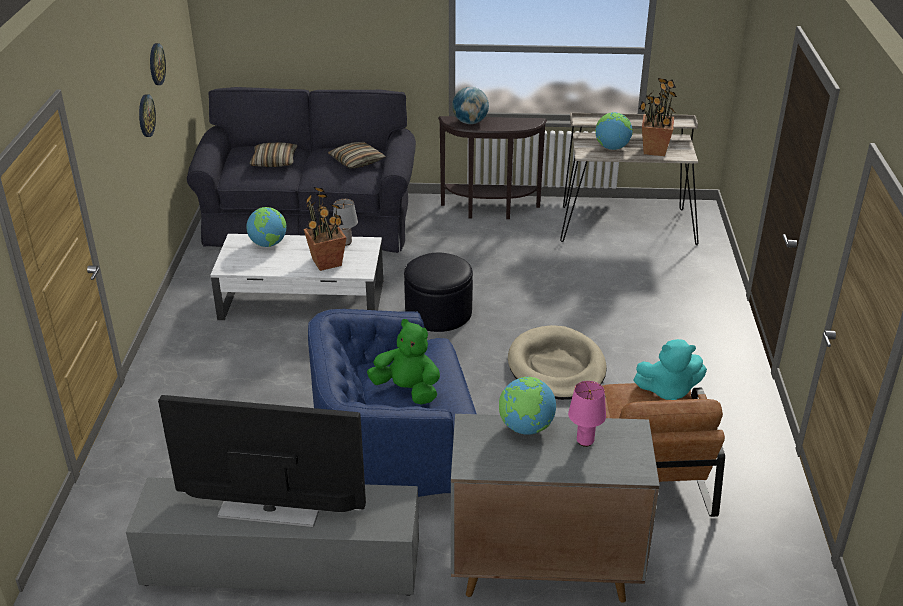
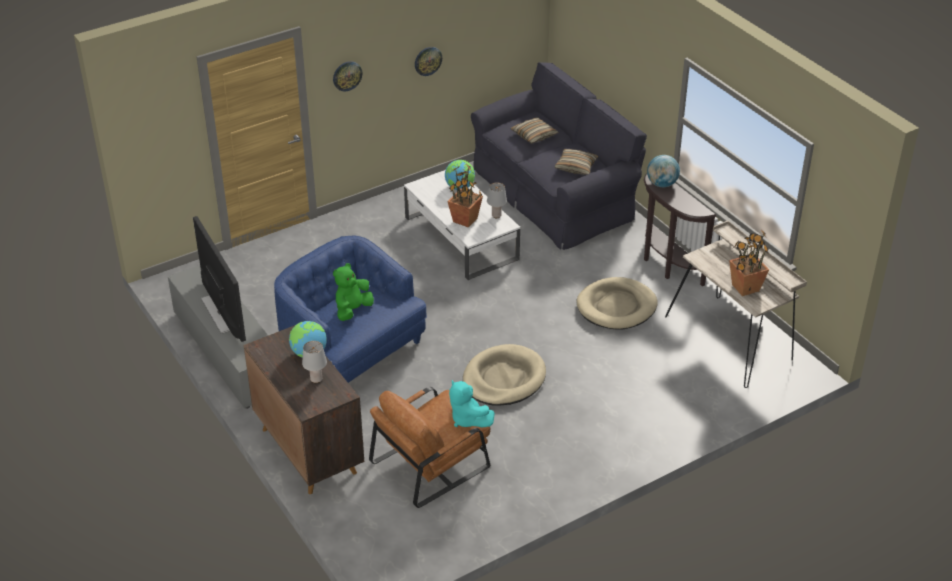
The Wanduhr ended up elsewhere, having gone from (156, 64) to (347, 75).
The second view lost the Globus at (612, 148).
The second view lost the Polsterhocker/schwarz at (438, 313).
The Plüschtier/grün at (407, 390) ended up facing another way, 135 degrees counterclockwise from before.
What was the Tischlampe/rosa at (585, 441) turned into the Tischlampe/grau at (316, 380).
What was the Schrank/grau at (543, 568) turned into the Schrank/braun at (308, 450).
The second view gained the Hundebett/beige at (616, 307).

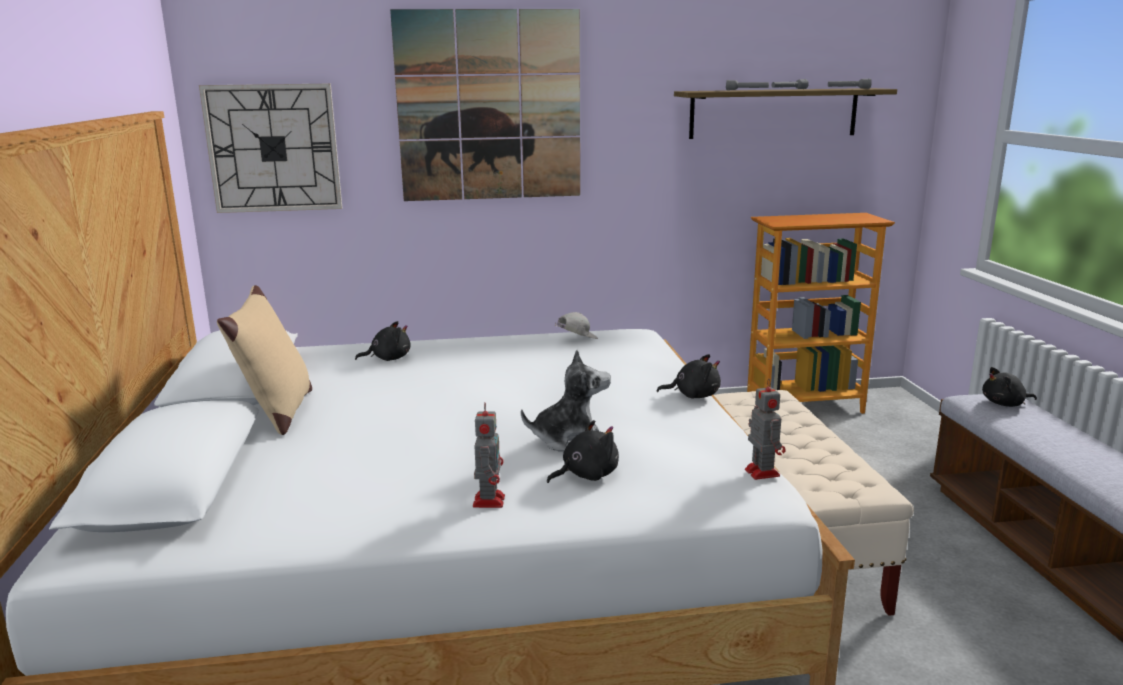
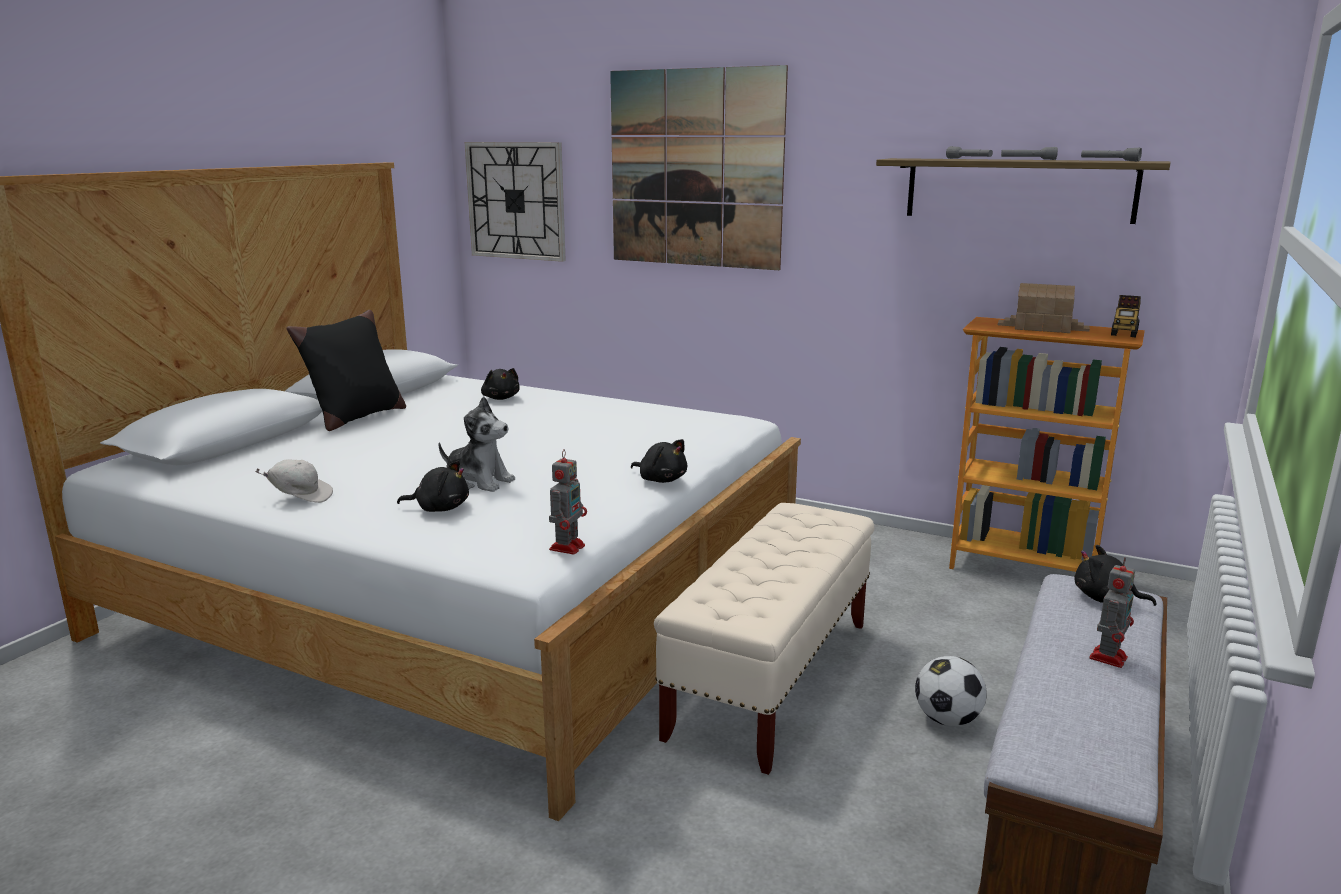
What was the Kissen/beige at (277, 414) turned into the Kissen/schwarz at (355, 418).
The Kappe/weiß ended up elsewhere, having gone from (576, 339) to (300, 497).
The Plüschtier/schwarz at (388, 359) ended up facing another way, 45 degrees clockwise from before.
The Spielzeugroboter ended up elsewhere, having gone from (489, 500) to (1108, 657).
The second view gained the Spielzeughaus at (1042, 327).
The second view gained the Spielzeuglaster at (1124, 333).
The second view gained the Fußball at (947, 720).

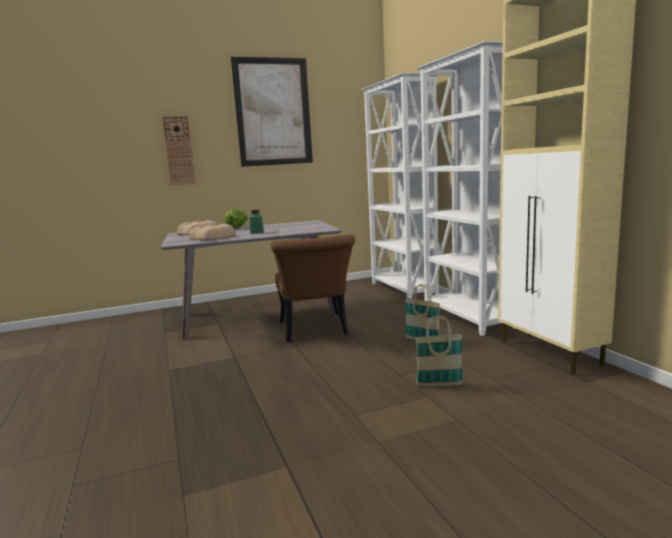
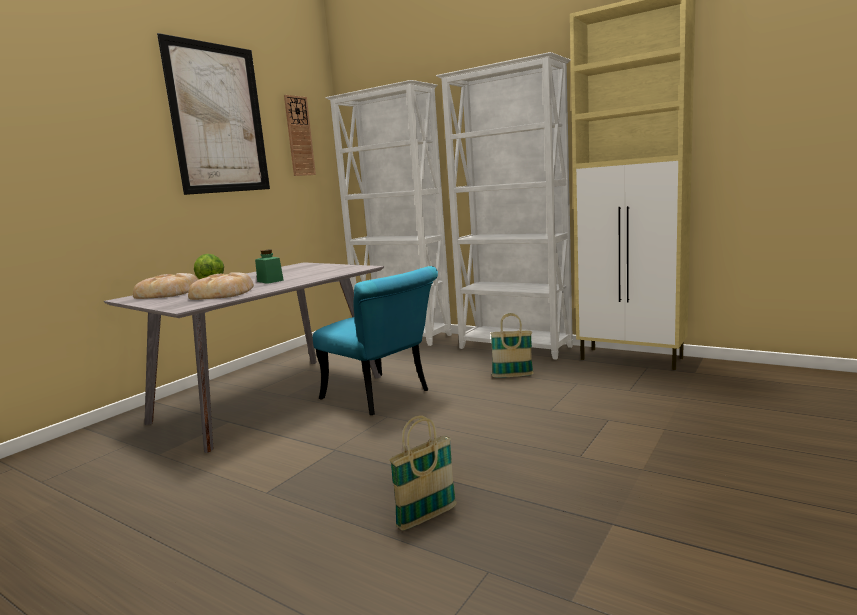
The Wanduhr ended up elsewhere, having gone from (179, 150) to (299, 136).
What was the Stuhl/braun at (315, 331) turned into the Stuhl/türkis at (383, 396).
The Korb ended up elsewhere, having gone from (439, 384) to (427, 517).

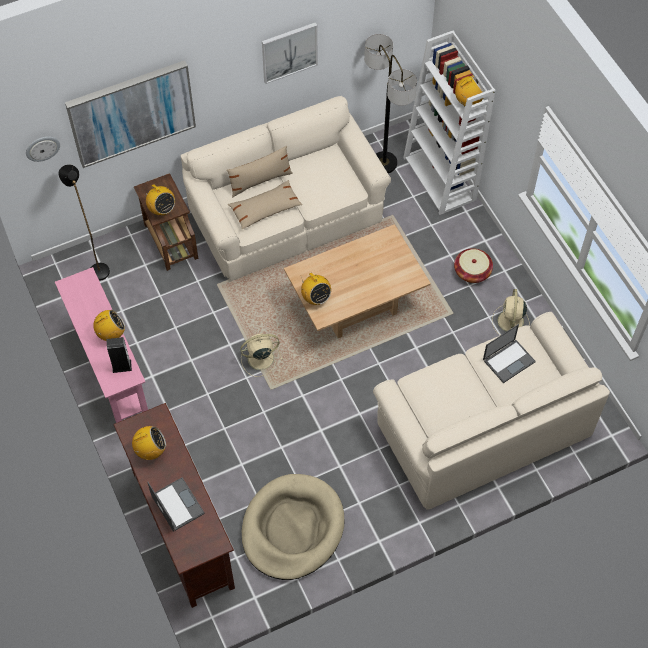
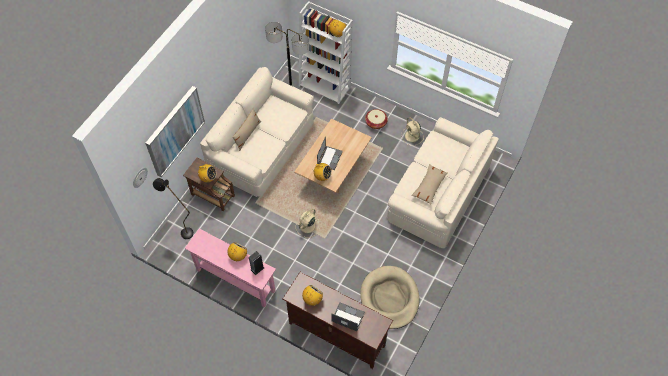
The second view lost the Bild at (289, 52).
The Kissen/beige ended up elsewhere, having gone from (265, 209) to (429, 186).
The Laptop ended up elsewhere, having gone from (509, 360) to (329, 157).

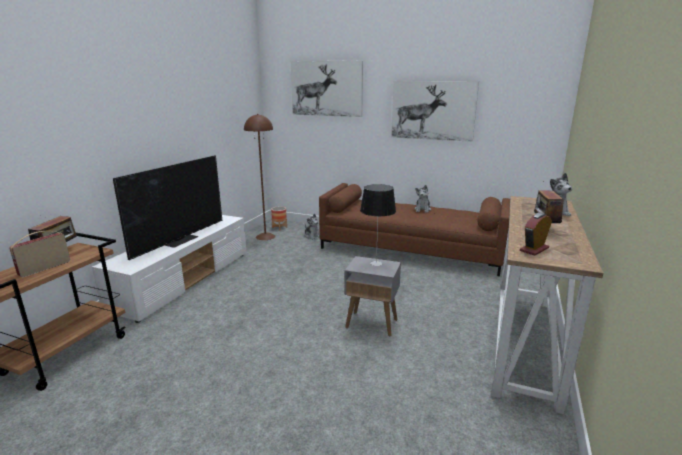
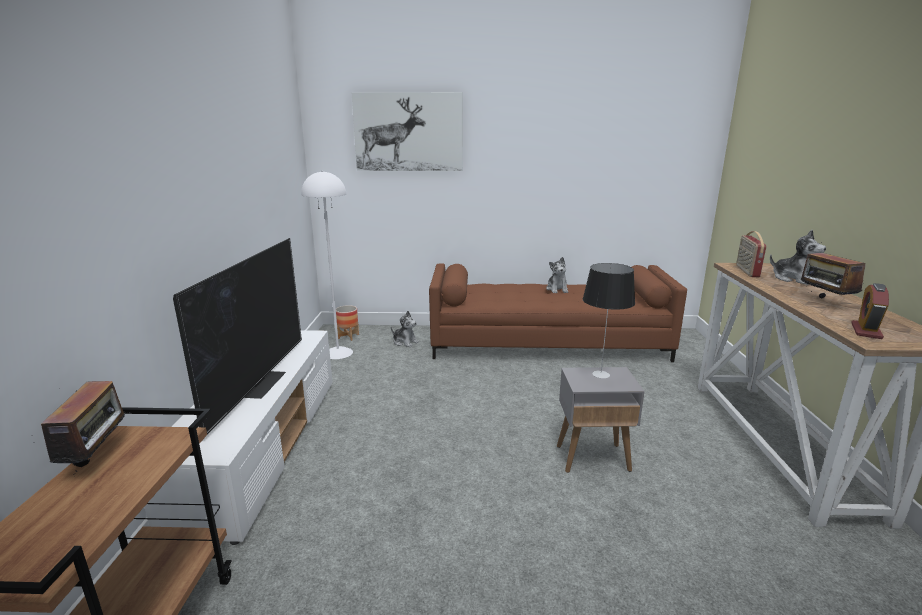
The second view lost the Bild at (433, 110).
What was the Stehlampe/braun at (265, 236) turned into the Stehlampe/weiß at (338, 353).
The Radio ended up elsewhere, having gone from (44, 268) to (746, 271).

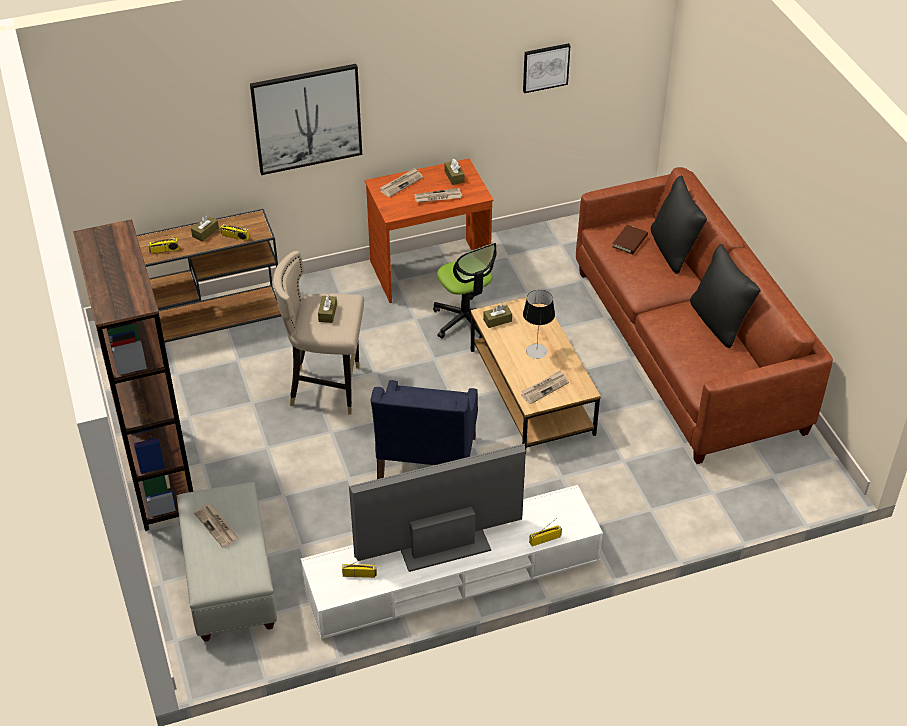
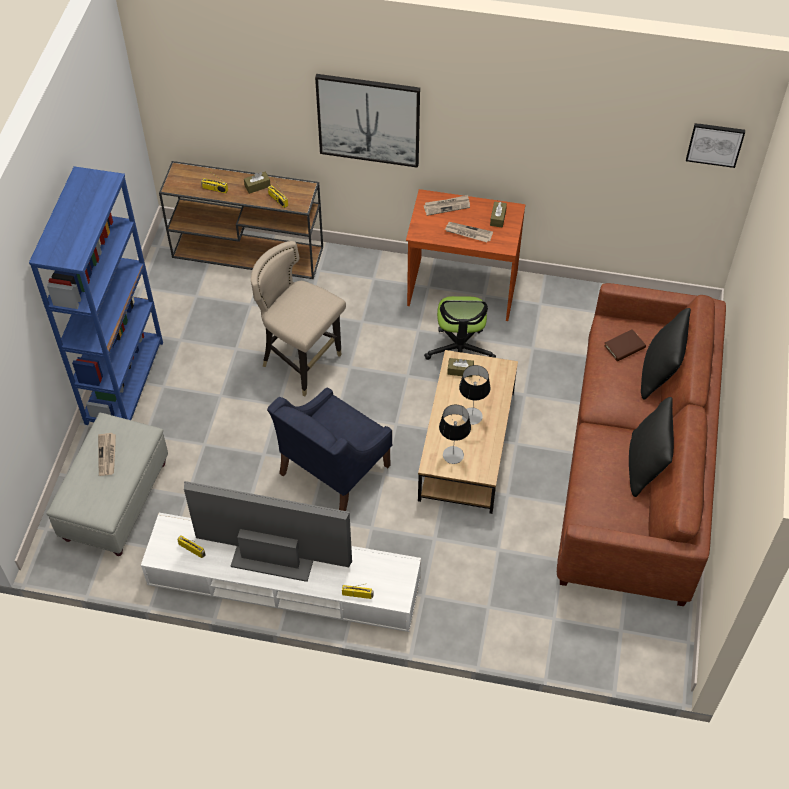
The Bild ended up elsewhere, having gone from (545, 67) to (715, 144).
What was the Bücherregal/braun at (159, 476) turned into the Bücherregal/blau at (124, 382).
The second view lost the Taschentuchbox/braun at (327, 313).
Where the Zeitung stood at (544, 388), the Tischlampe came to stand at (453, 455).

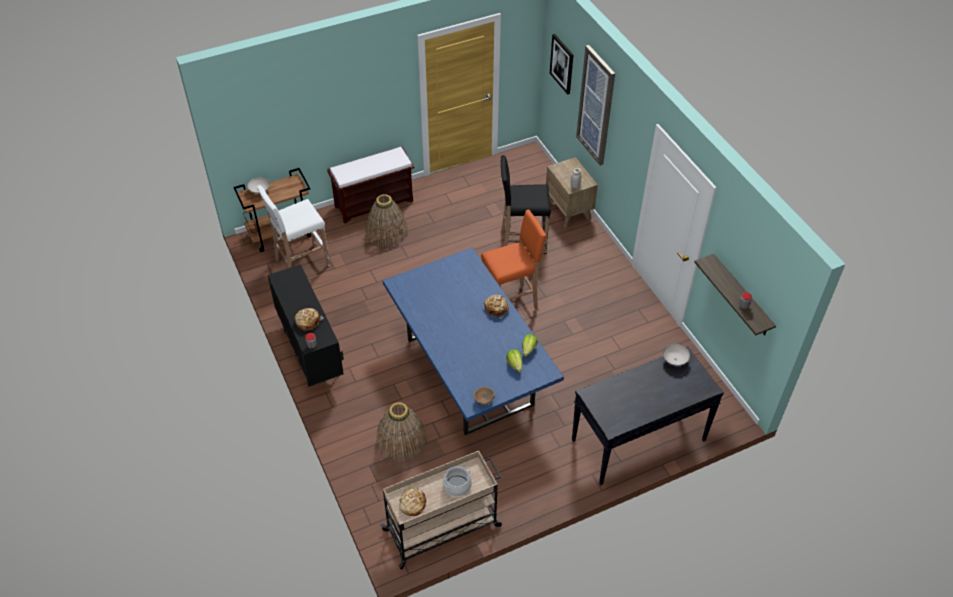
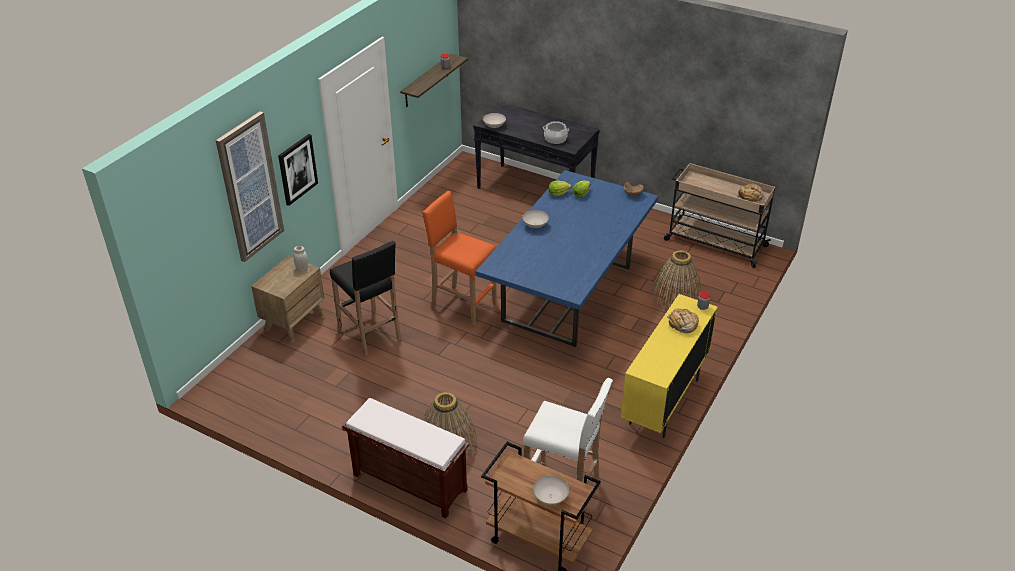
The Bild ended up elsewhere, having gone from (562, 63) to (297, 169).
What was the Schrank/schwarz at (310, 354) turned into the Schrank/gelb at (664, 402).
Where the Brot stood at (496, 308), the Schüssel/weiß came to stand at (534, 225).
The Kochtopf ended up elsewhere, having gone from (457, 486) to (555, 139).

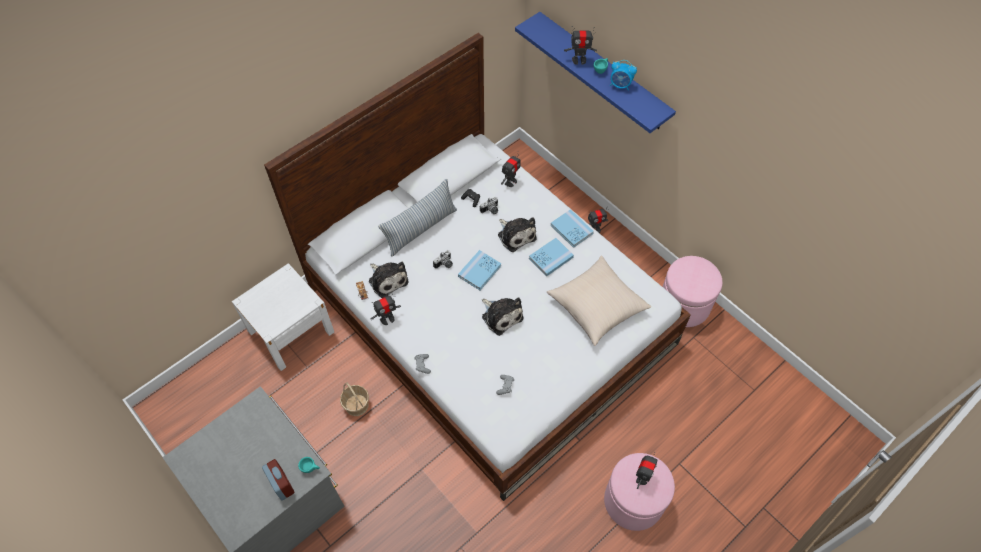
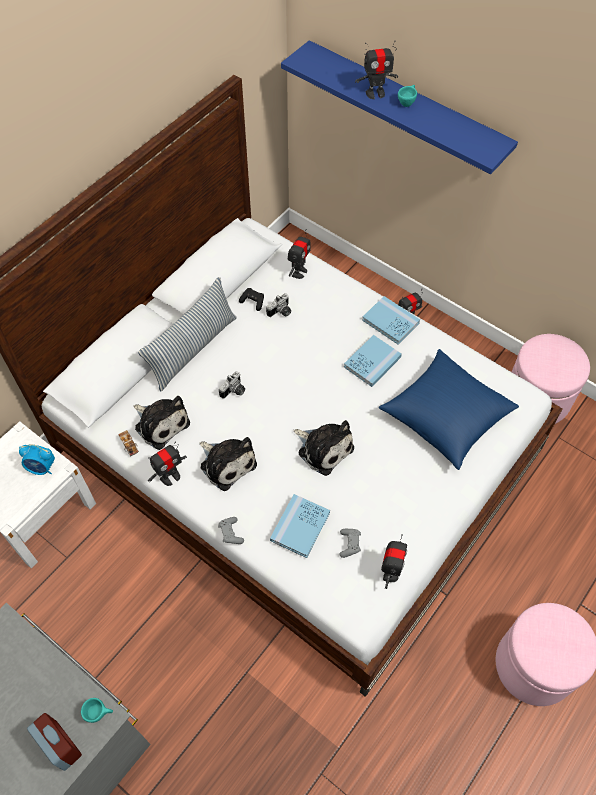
The Wecker ended up elsewhere, having gone from (620, 85) to (42, 468).
The Plüschtier ended up elsewhere, having gone from (516, 235) to (226, 463).
The Buch/blau ended up elsewhere, having gone from (479, 271) to (300, 526).
What was the Kissen/beige at (596, 306) turned into the Kissen/blau at (445, 416).
The second view lost the Korb at (357, 405).
The Spielzeugroboter ended up elsewhere, having gone from (642, 477) to (390, 572).

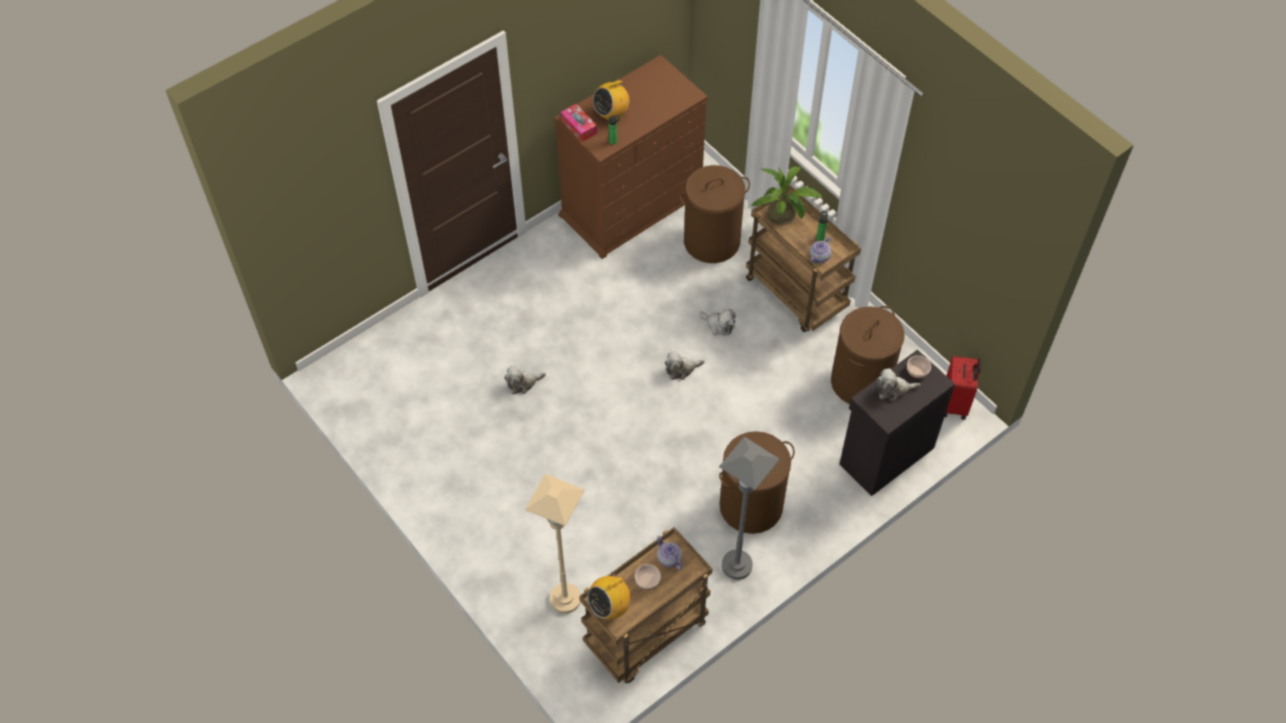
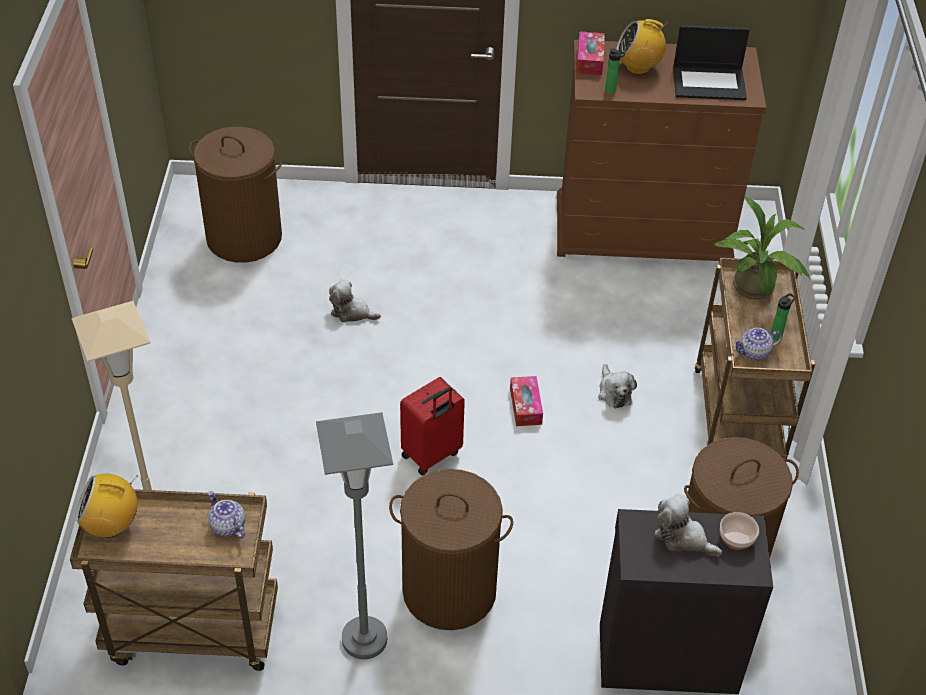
The Wäschekorb/braun ended up elsewhere, having gone from (712, 241) to (244, 237).
Where the Plüschtier stood at (681, 369), the Taschentuchbox came to stand at (525, 406).
The Koffer/rot ended up elsewhere, having gone from (955, 404) to (432, 455).
The Teekanne at (668, 558) ended up facing another way, 45 degrees counterclockwise from before.
The second view lost the Schüssel at (647, 581).
The second view gained the Laptop at (709, 83).

